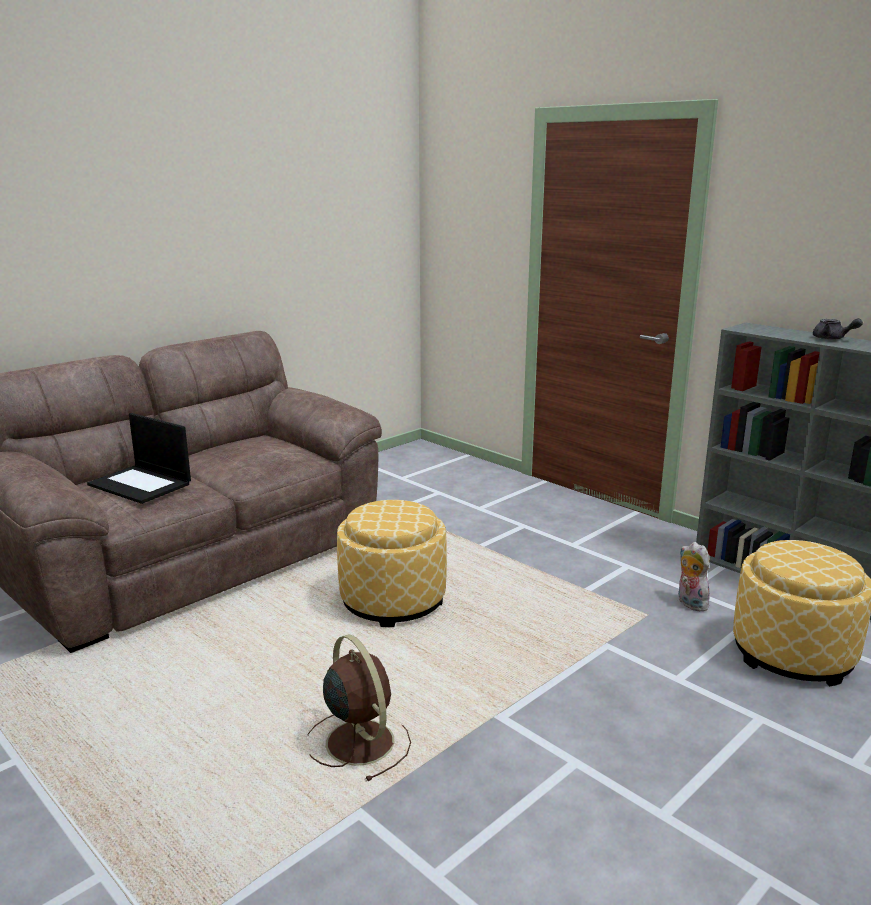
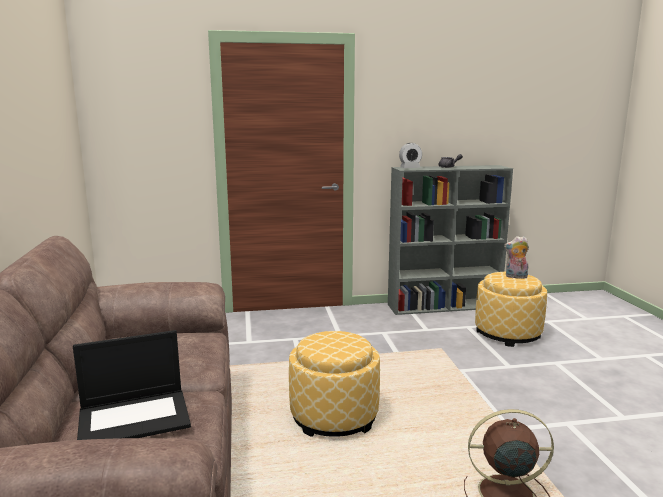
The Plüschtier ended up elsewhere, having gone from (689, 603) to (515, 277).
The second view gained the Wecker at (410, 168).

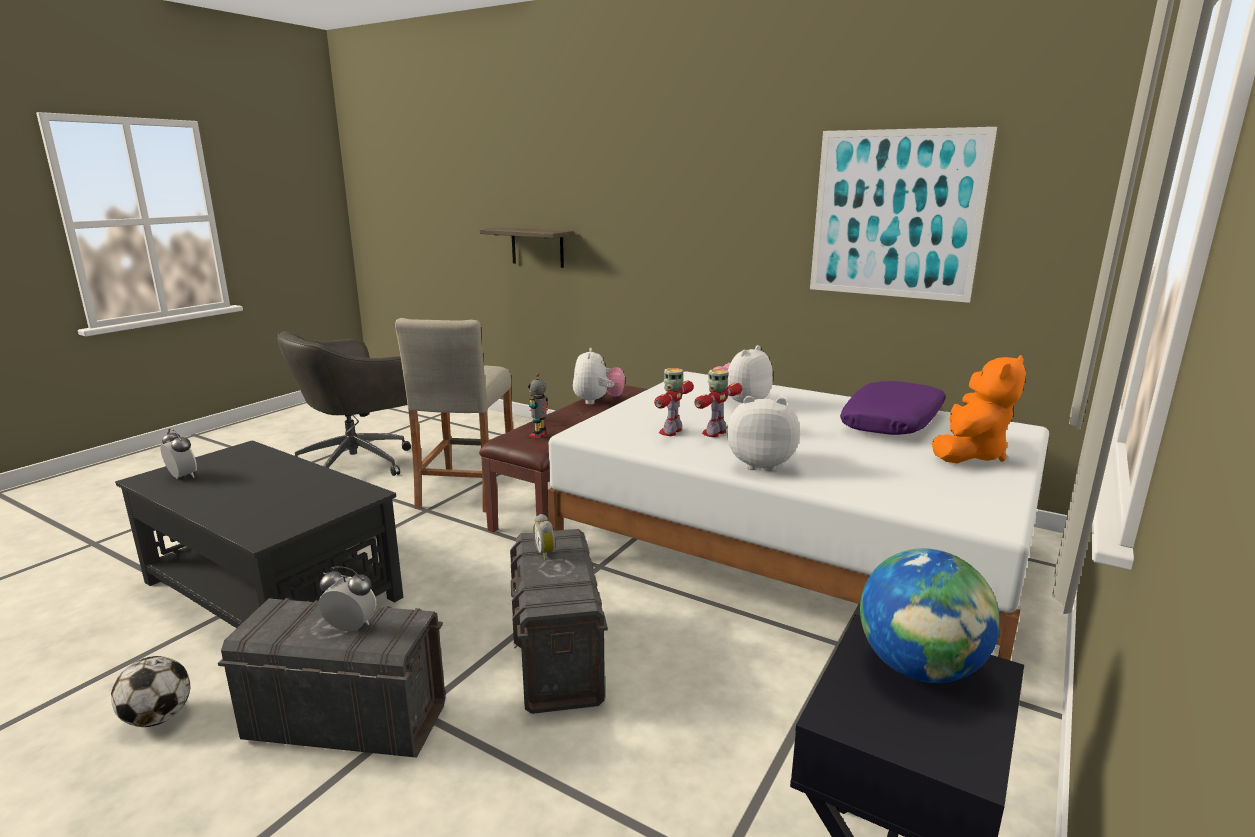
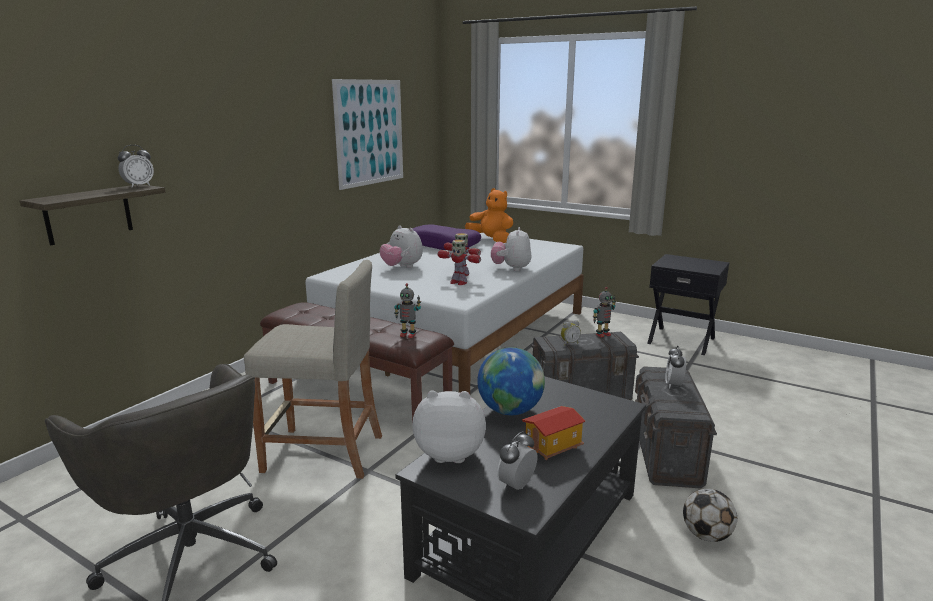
The Plüschtier ended up elsewhere, having gone from (598, 401) to (450, 453).
The Globus ended up elsewhere, having gone from (919, 668) to (510, 411).
The second view gained the Wecker at (139, 186).
The second view gained the Spielzeugroboter at (602, 334).
The second view gained the Spielzeughaus at (552, 448).

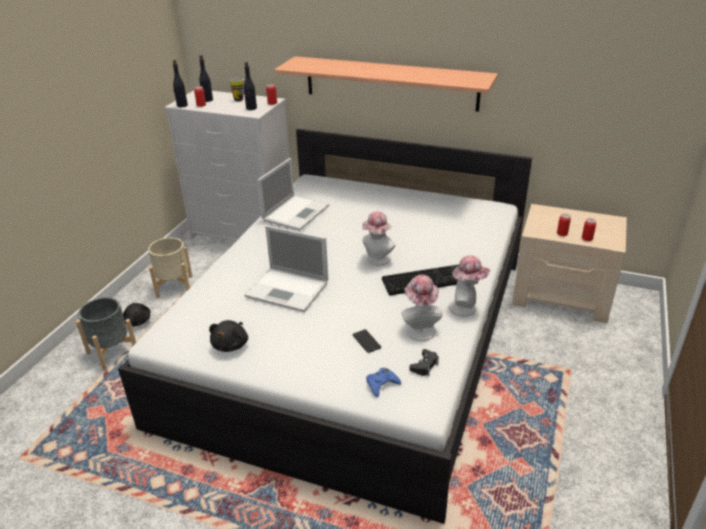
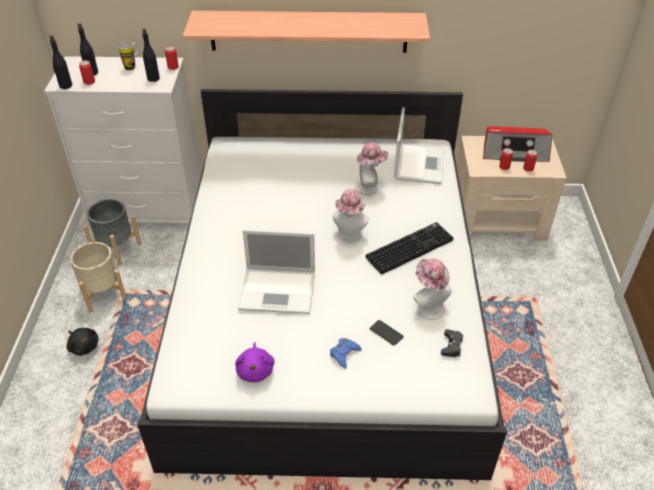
The Laptop ended up elsewhere, having gone from (296, 212) to (419, 163).
The Hut ended up elsewhere, having gone from (466, 308) to (369, 187).
The Pflanzkübel/grau ended up elsewhere, having gone from (112, 352) to (116, 249).
What was the Plüschtier/schwarz at (231, 344) turned into the Plüschtier/lila at (255, 370).
The Gamepad/blau ended up elsewhere, having gone from (382, 384) to (344, 354).
The second view gained the Radio at (514, 152).

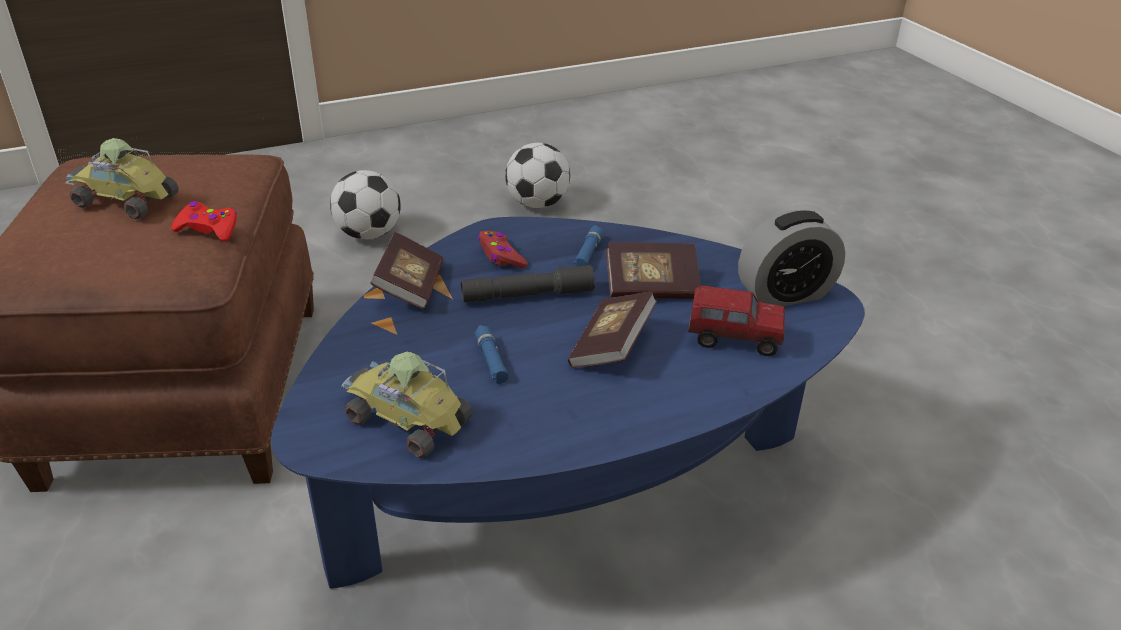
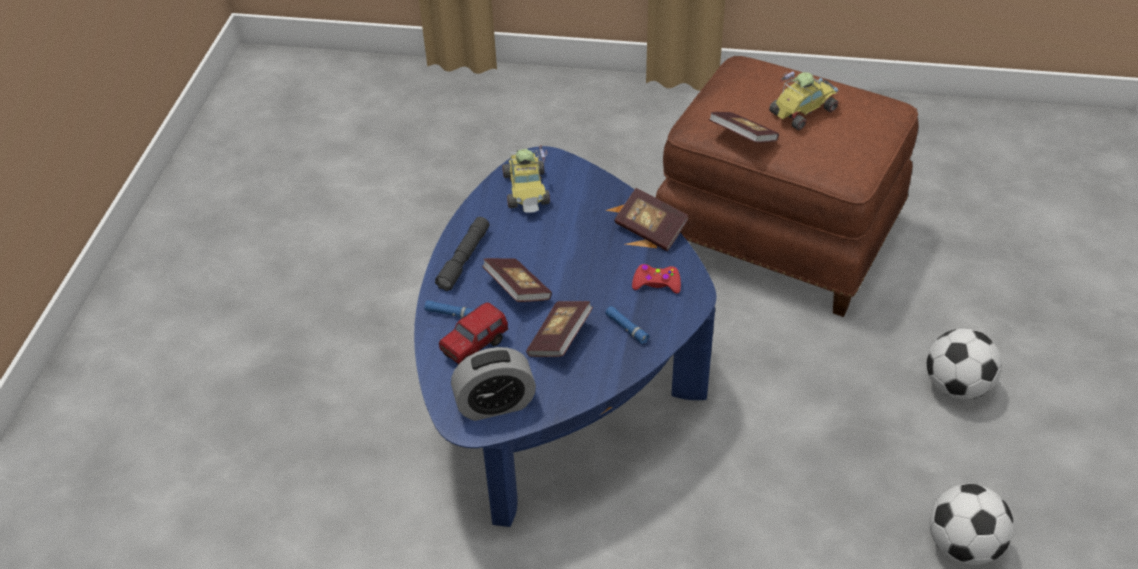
Where the Gamepad/rot stood at (208, 229), the Buch came to stand at (742, 138).
The Wecker at (785, 294) ended up facing another way, 120 degrees counterclockwise from before.
The Taschenlampe/grau ended up elsewhere, having gone from (528, 295) to (464, 259).
The Taschenlampe/blau ended up elsewhere, having gone from (491, 360) to (451, 314).
The Spielzeugauto at (405, 420) ended up facing another way, 105 degrees clockwise from before.

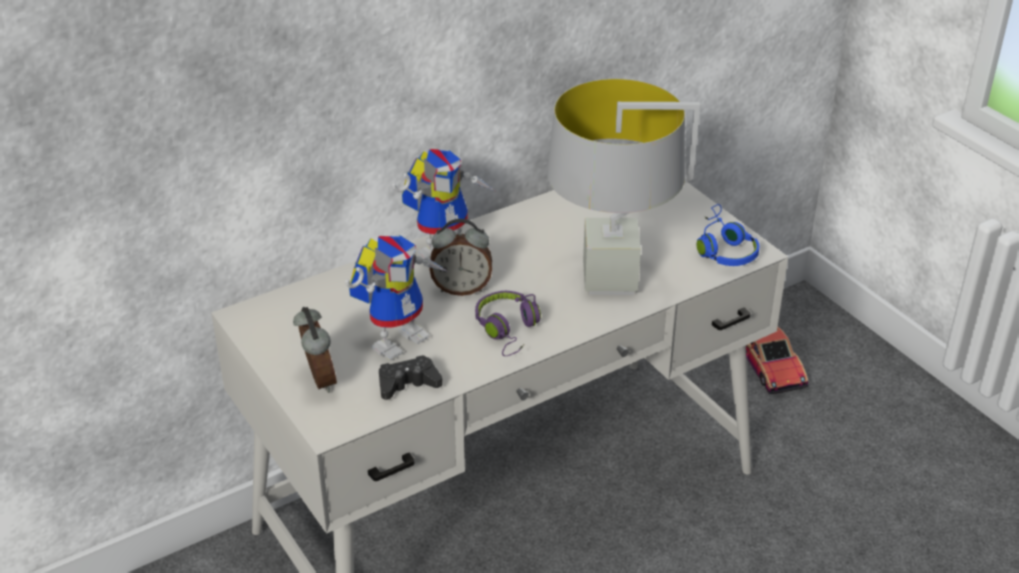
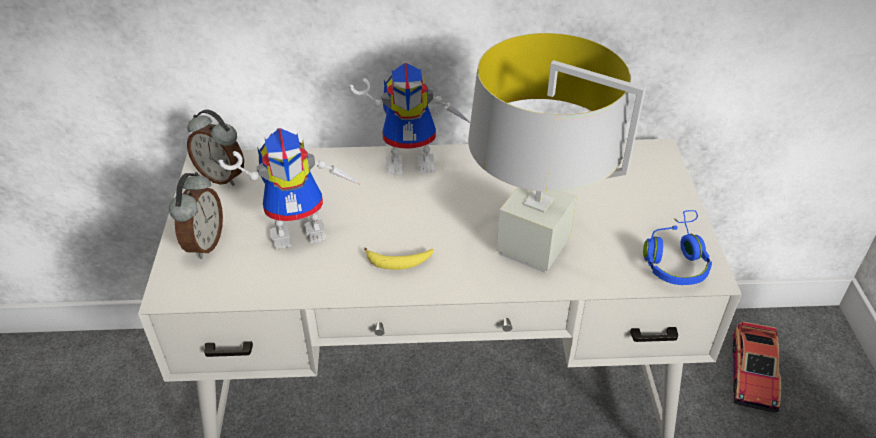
The Wecker ended up elsewhere, having gone from (461, 288) to (222, 176).
Where the Kopfhörer/lila stood at (508, 330), the Banane came to stand at (399, 262).
The second view lost the Gamepad/schwarz at (408, 384).

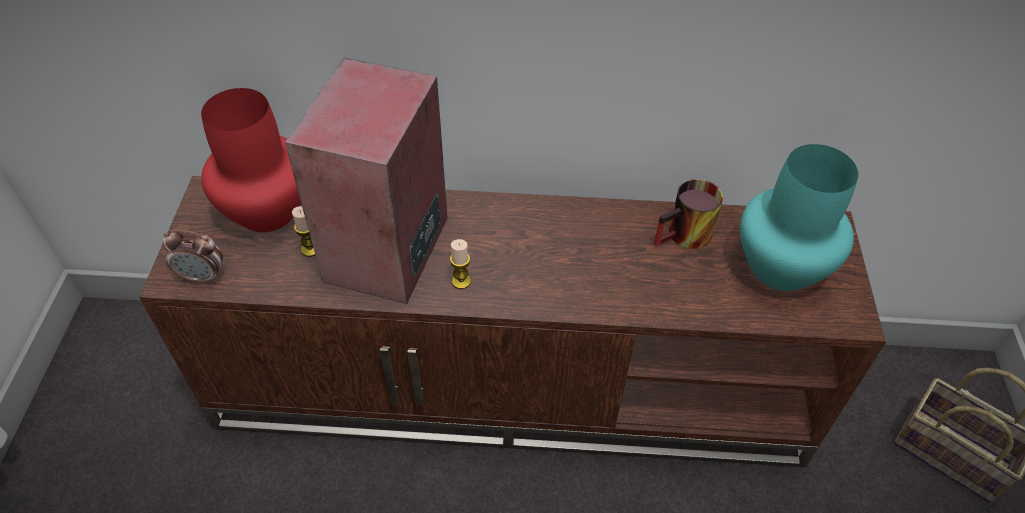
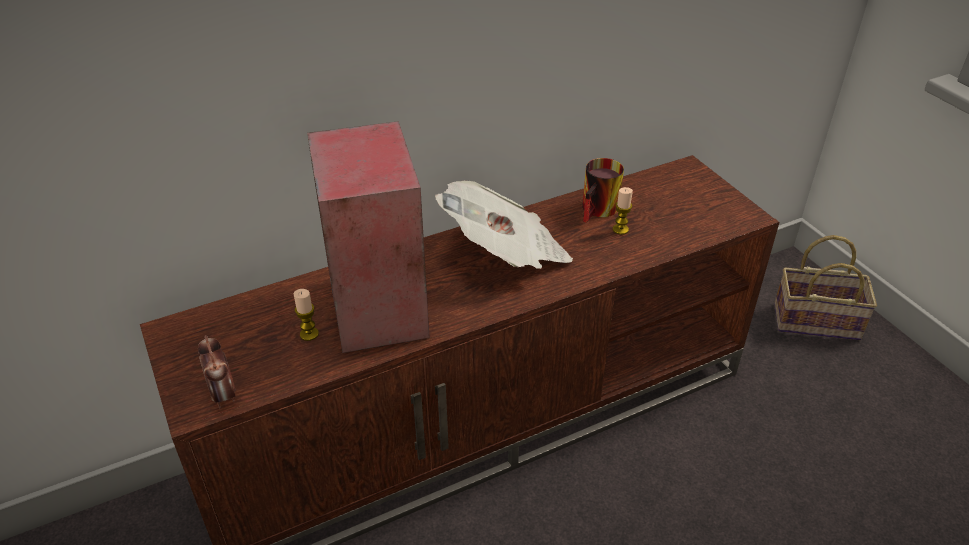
The second view lost the Vase/rot at (266, 212).
The second view lost the Vase/türkis at (780, 268).
The Wecker at (203, 276) ended up facing another way, 90 degrees clockwise from before.
The Kerze ended up elsewhere, having gone from (461, 281) to (620, 229).
The second view gained the Zeitung at (505, 254).

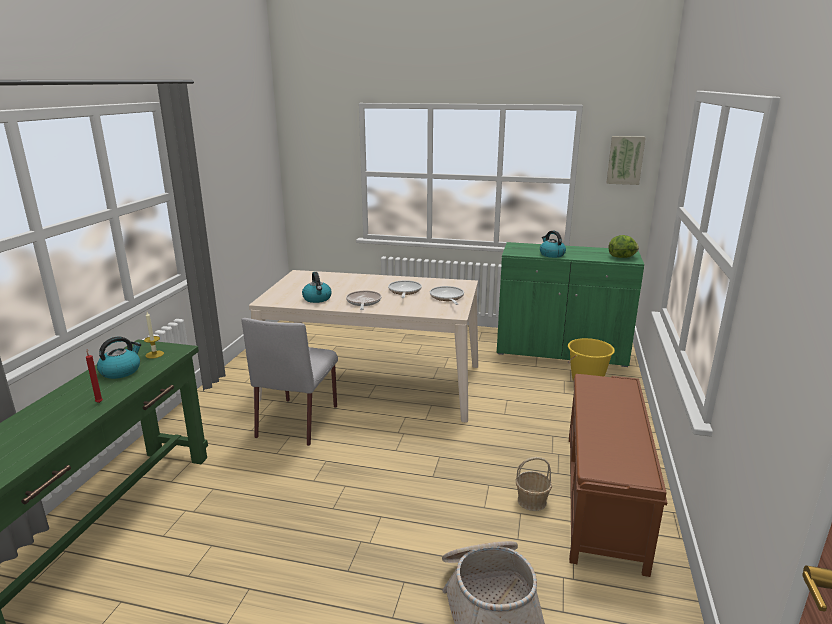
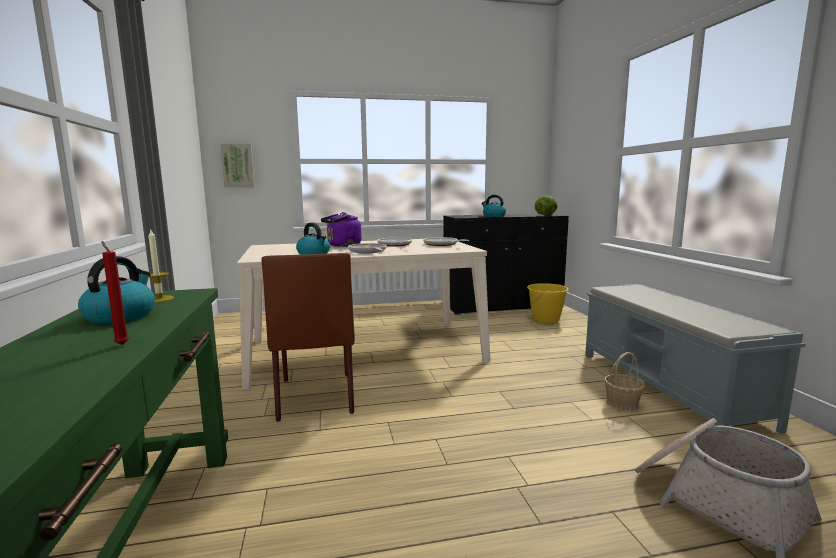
The Bild ended up elsewhere, having gone from (625, 160) to (238, 166).
What was the Schrank/grün at (561, 351) turned into the Schrank/schwarz at (502, 306).
What was the Stuhl/grau at (298, 420) turned into the Stuhl/braun at (316, 395).
What was the Bank/braun at (603, 497) turned into the Bank/grau at (668, 387).
The second view gained the Wasserkessel/lila at (342, 246).

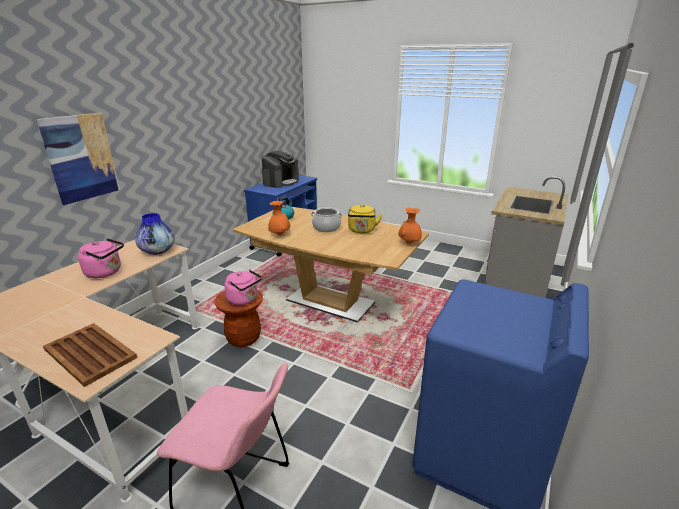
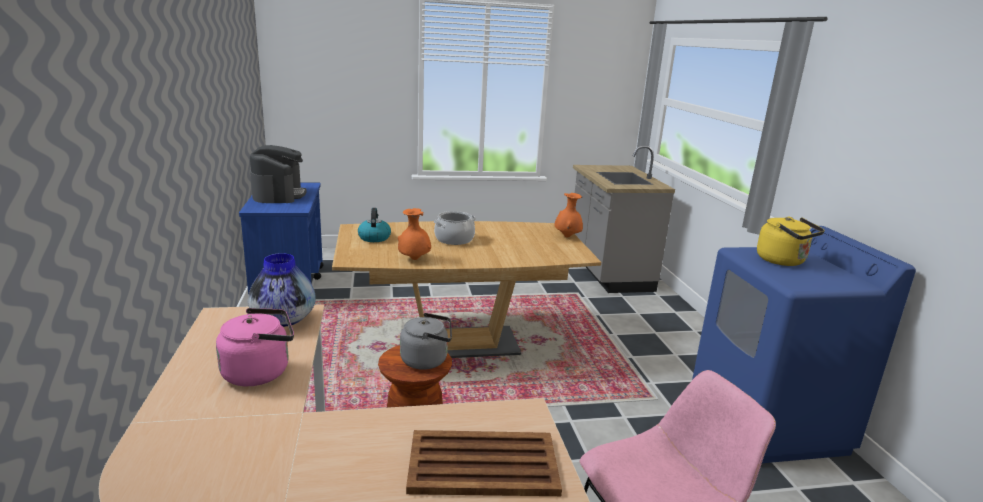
The second view lost the Bild at (81, 157).
The Wasserkessel/gelb ended up elsewhere, having gone from (362, 231) to (783, 261).
What was the Wasserkessel/rosa at (244, 300) turned into the Wasserkessel/grau at (427, 360).

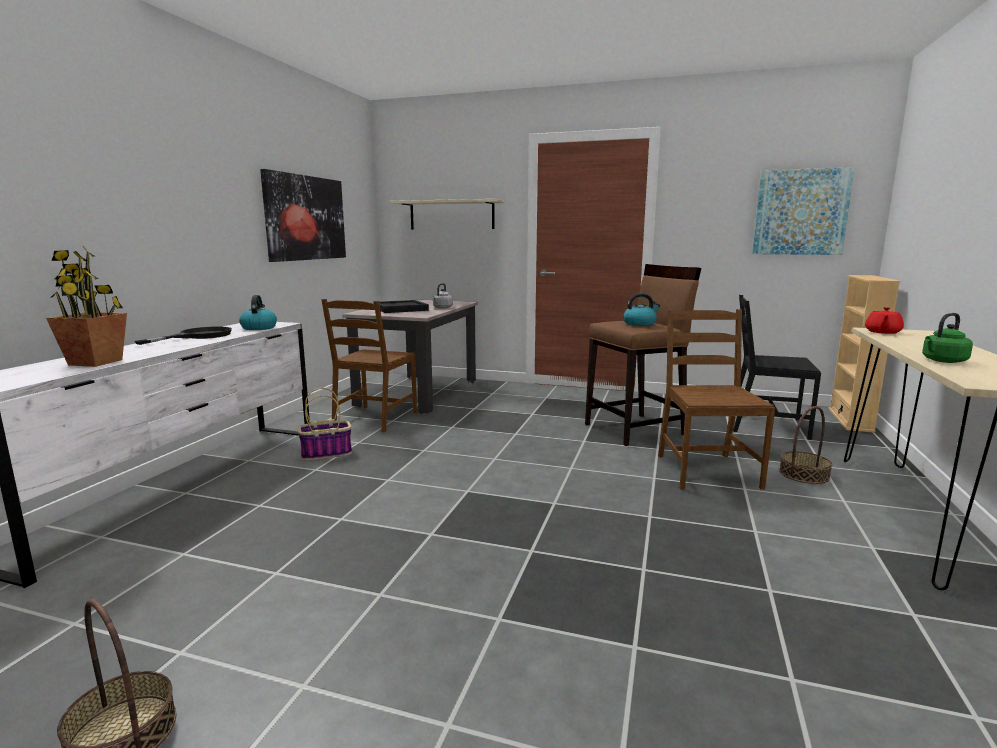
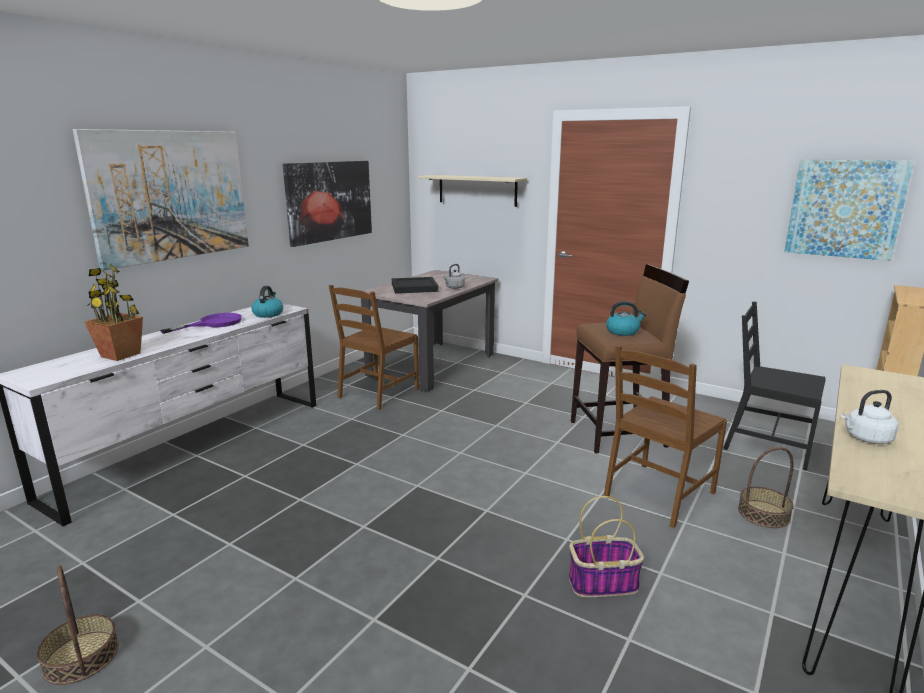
The second view lost the Teekanne/rot at (882, 332).
The Stuhl/braun at (705, 471) ended up facing another way, 150 degrees counterclockwise from before.
What was the Wasserkessel/grün at (942, 361) turned into the Wasserkessel/weiß at (866, 438).
What was the Pfanne/schwarz at (198, 336) turned into the Pfanne/lila at (213, 323).
The Korb ended up elsewhere, having gone from (327, 453) to (603, 583).
The second view gained the Bild at (170, 195).

